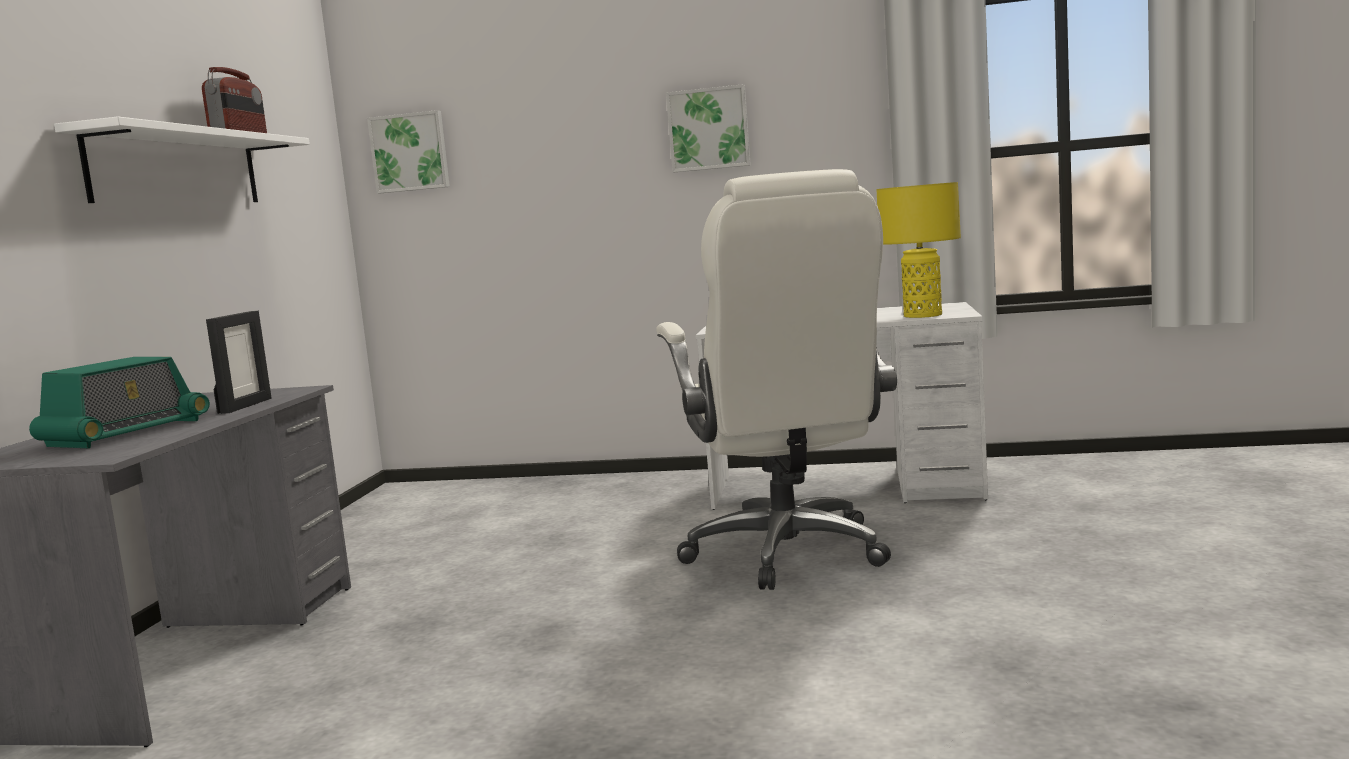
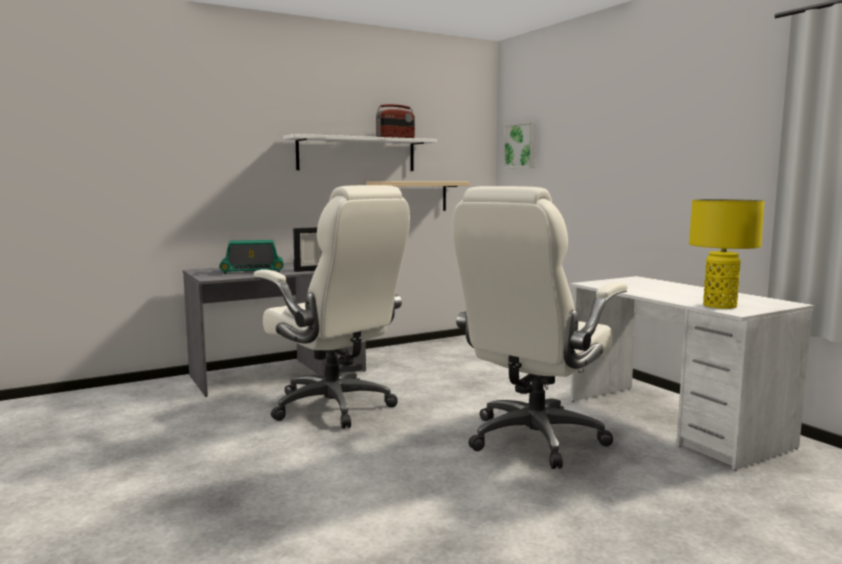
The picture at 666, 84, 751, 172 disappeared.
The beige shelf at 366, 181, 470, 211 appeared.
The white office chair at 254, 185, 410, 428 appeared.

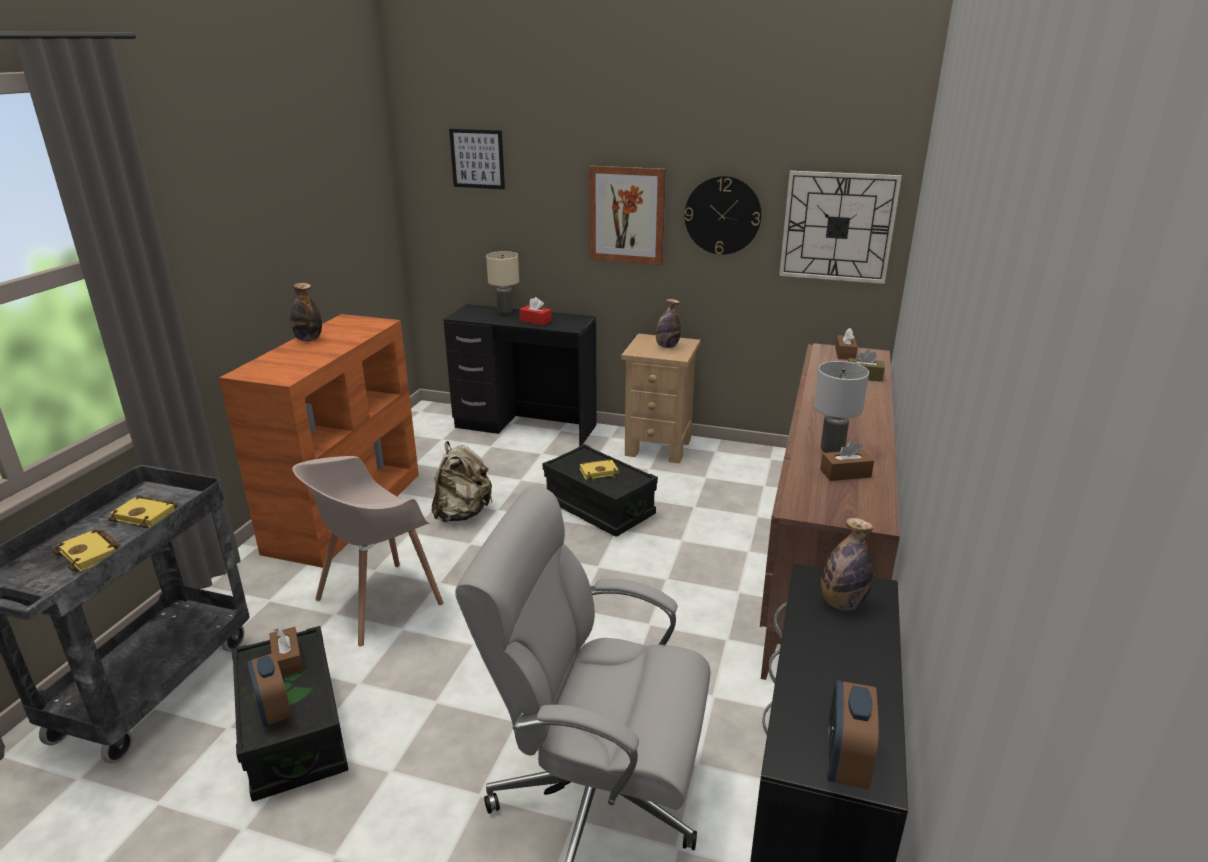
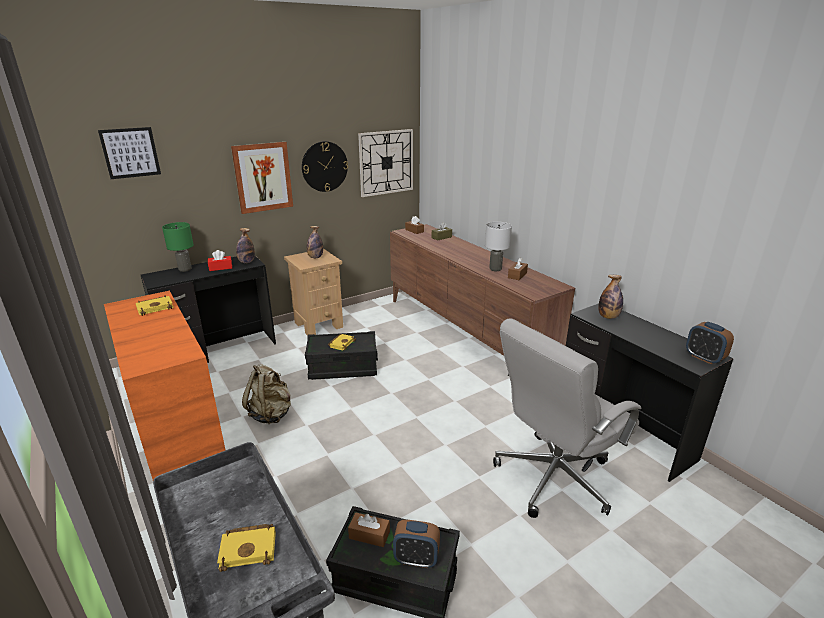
The beige table lamp at 486, 251, 519, 314 became the green table lamp at 162, 222, 194, 272.
The bottle moved from 290, 283, 322, 341 to 236, 228, 255, 263.
The beige chair at 292, 456, 444, 646 disappeared.
The yellow book moved from 108, 496, 178, 529 to 136, 295, 174, 316.

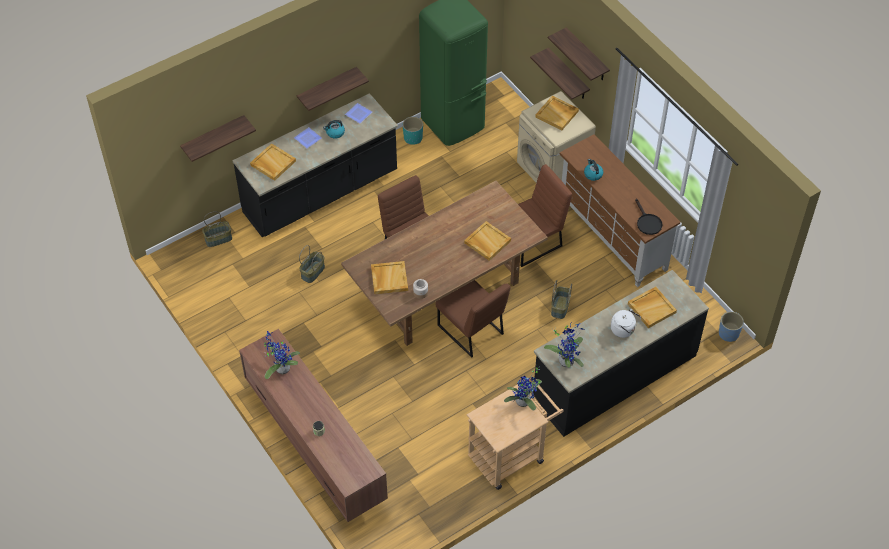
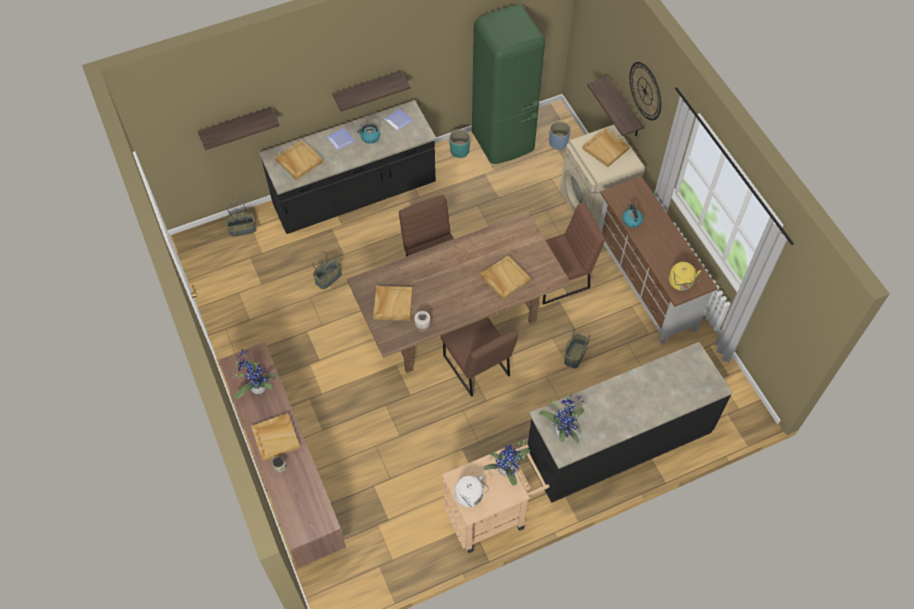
The shelf at 548, 27, 610, 81 was replaced by the wall clock at 630, 62, 661, 120.
The black frying pan at 635, 199, 662, 235 was replaced by the yellow kettle at 669, 262, 701, 291.
The beige tray moved from 628, 287, 677, 328 to 251, 413, 300, 462.
The white kettle moved from 611, 309, 641, 338 to 455, 475, 489, 507.
The blue planter moved from 719, 312, 744, 342 to 549, 121, 571, 150.

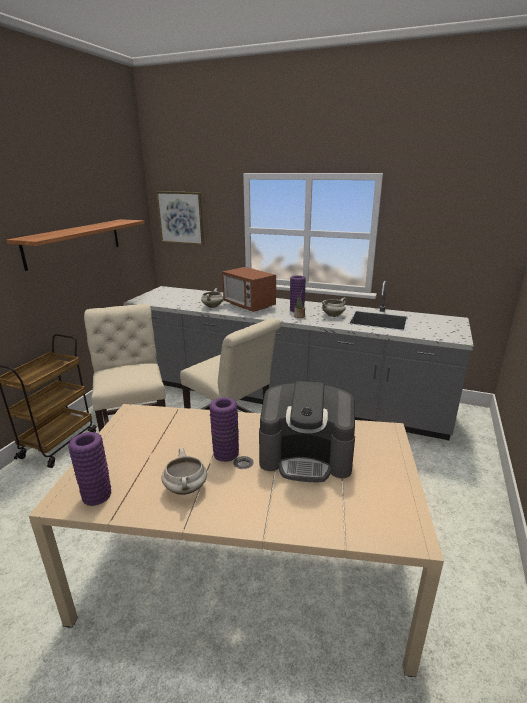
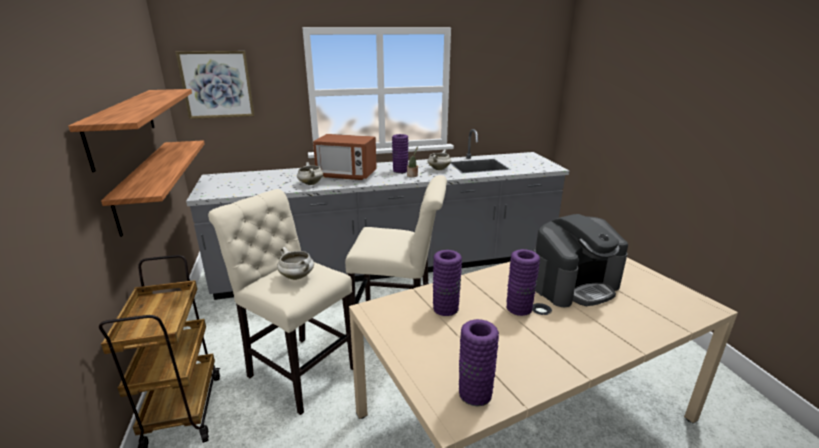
The white cooking pot moved from 162, 448, 207, 495 to 277, 247, 314, 280.
The shelf at 101, 140, 205, 237 appeared.
The purple vase at 433, 250, 462, 316 appeared.

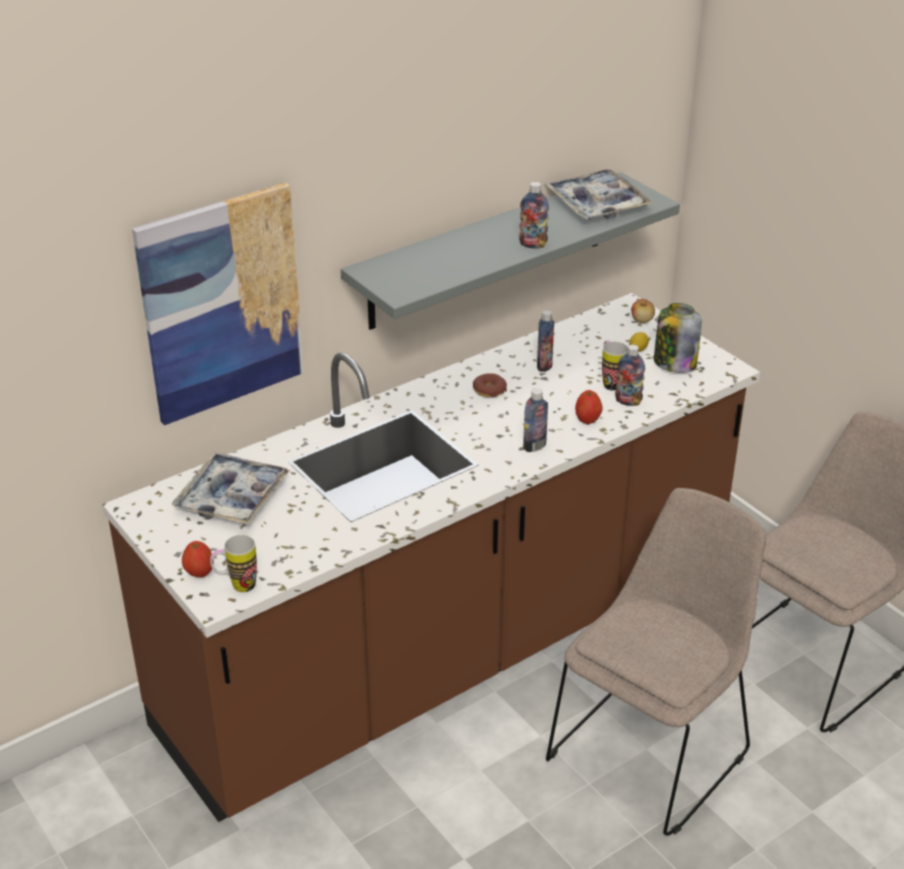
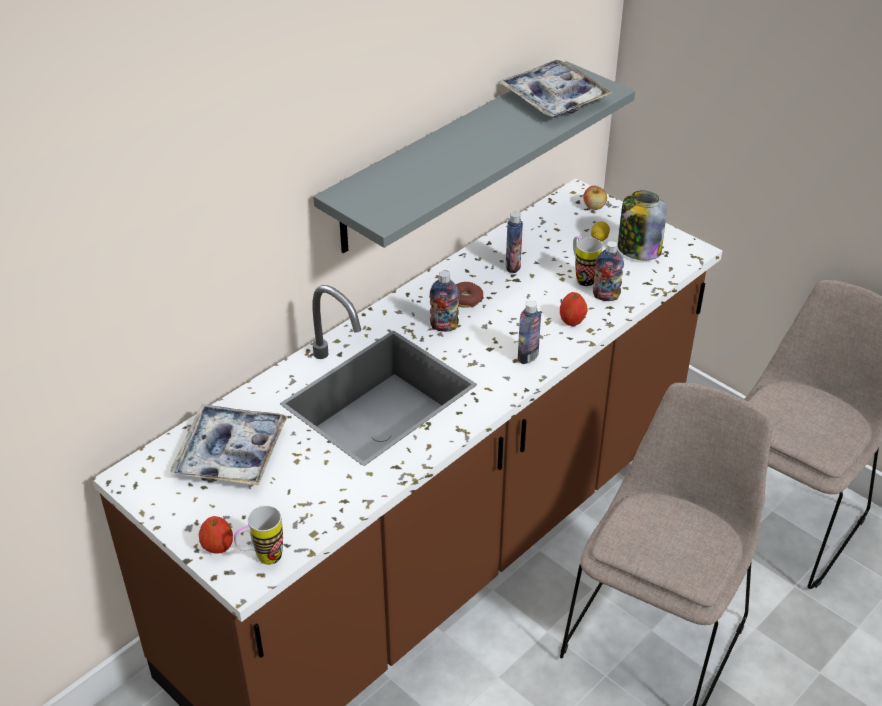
The picture at 132, 182, 304, 425 disappeared.
The bottle moved from 519, 182, 549, 249 to 430, 271, 459, 332.

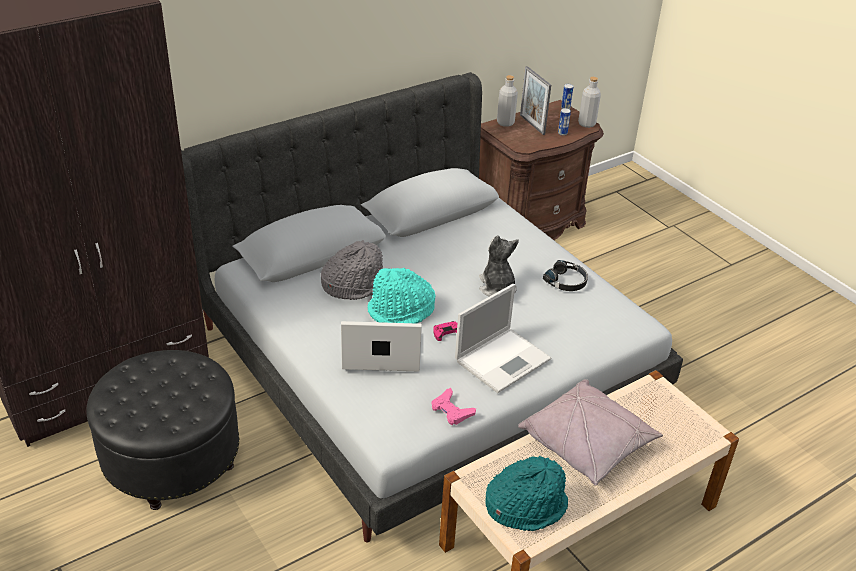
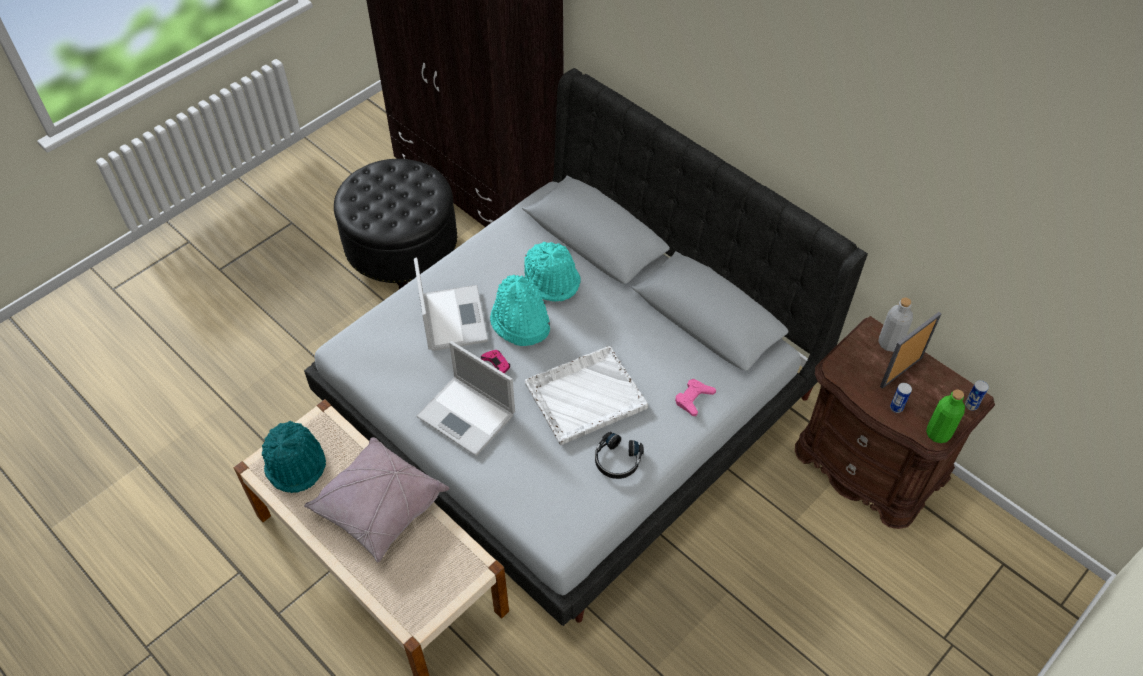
The grey bottle at 578, 77, 601, 128 became the green bottle at 926, 389, 965, 443.
The plush toy at 479, 235, 519, 297 was replaced by the white tray at 525, 346, 648, 445.
The grey hat at 321, 240, 383, 300 became the turquoise hat at 524, 242, 581, 302.
The pink game controller moved from 431, 388, 476, 425 to 675, 379, 716, 416.

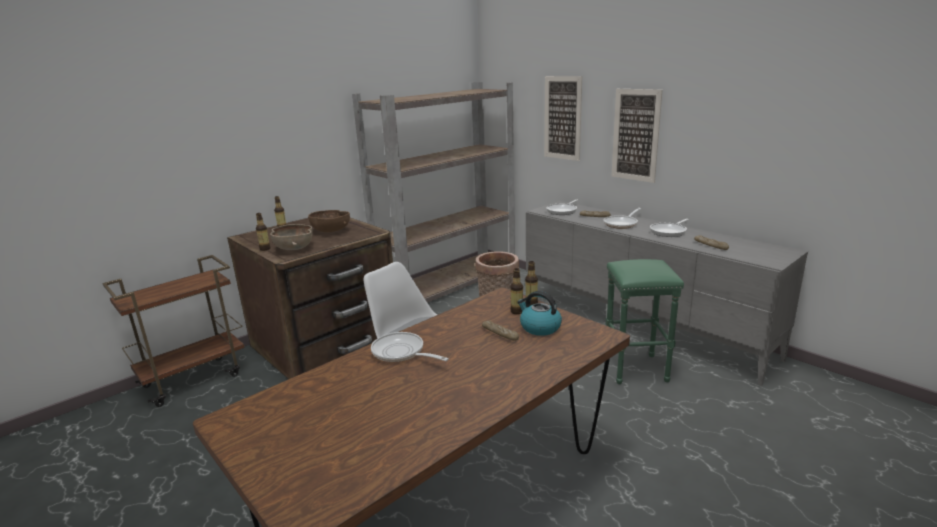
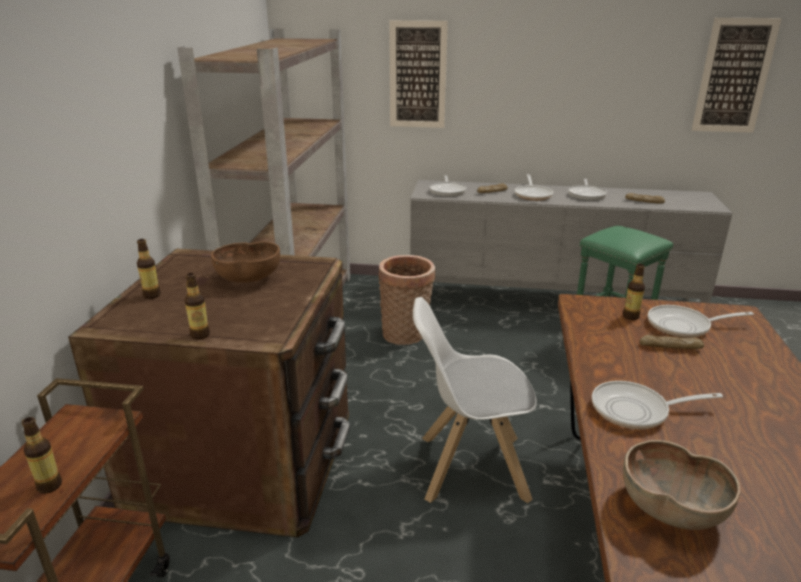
The picture moved from 612, 89, 663, 183 to 692, 18, 782, 133.
The brown bowl moved from 270, 224, 313, 250 to 623, 440, 741, 530.
The bottle moved from 525, 261, 538, 305 to 22, 417, 62, 494.
The kettle at 517, 291, 562, 336 was replaced by the frying pan at 648, 305, 754, 338.

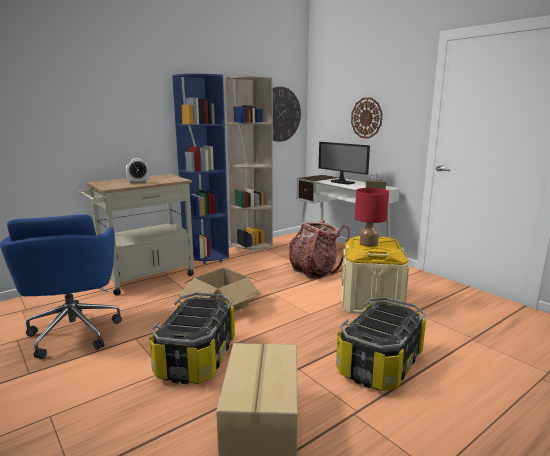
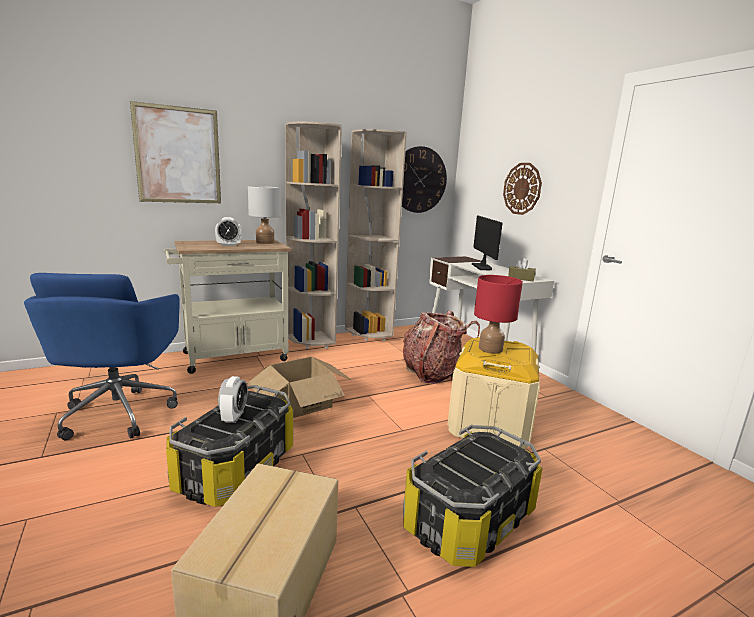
The blue bookcase at 172, 74, 229, 264 became the beige bookcase at 285, 122, 342, 349.
The monitor at 319, 142, 370, 184 turned 150 degrees counterclockwise.
The picture at 130, 101, 221, 203 appeared.
The grey table lamp at 248, 186, 281, 244 appeared.
The alarm clock at 218, 376, 248, 423 appeared.

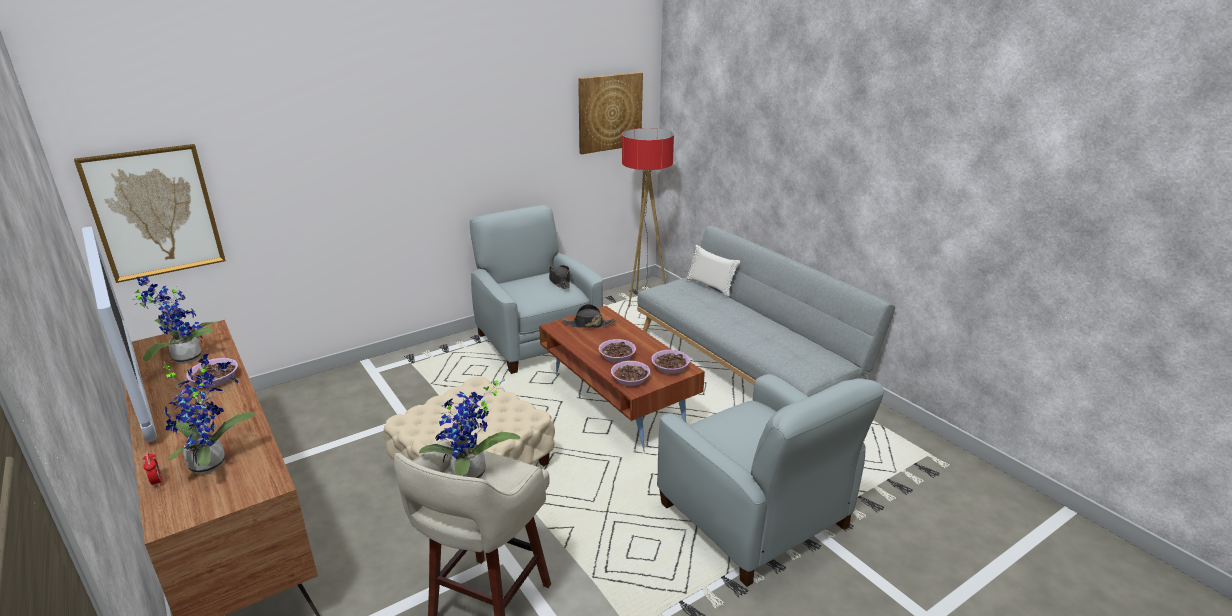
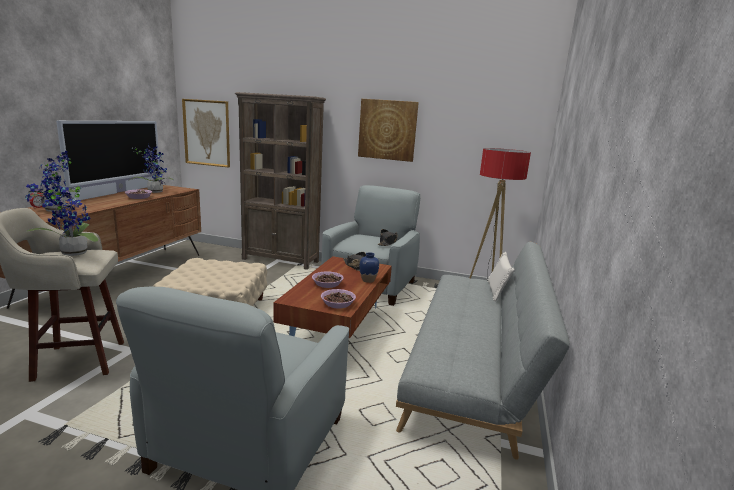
The picture moved from 578, 72, 643, 154 to 358, 99, 419, 162.
The bowl at 611, 361, 650, 386 disappeared.
The brown bookcase at 235, 92, 326, 270 appeared.
The blue vase at 360, 252, 379, 283 appeared.

